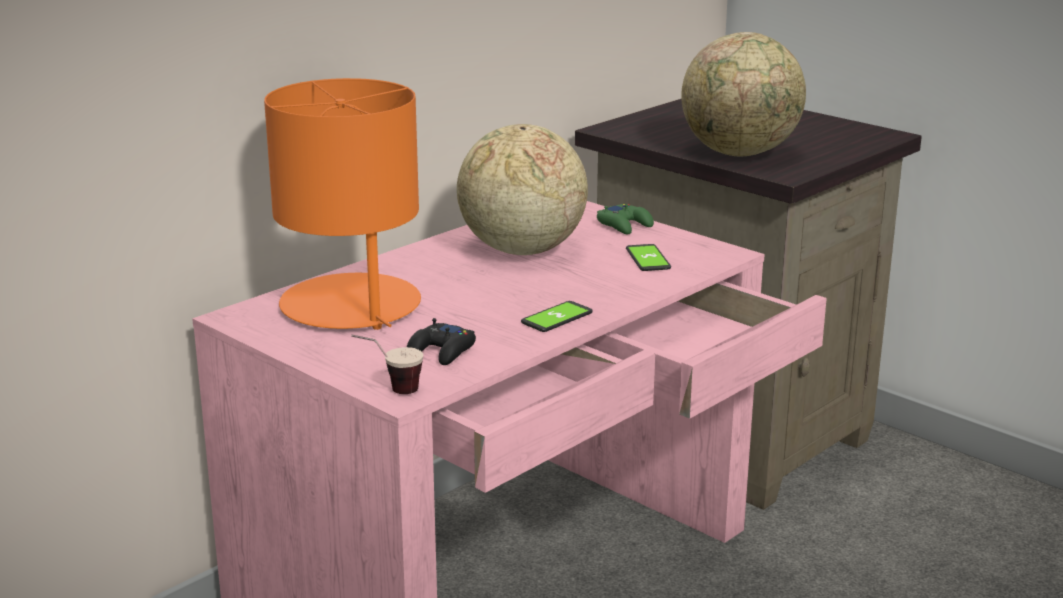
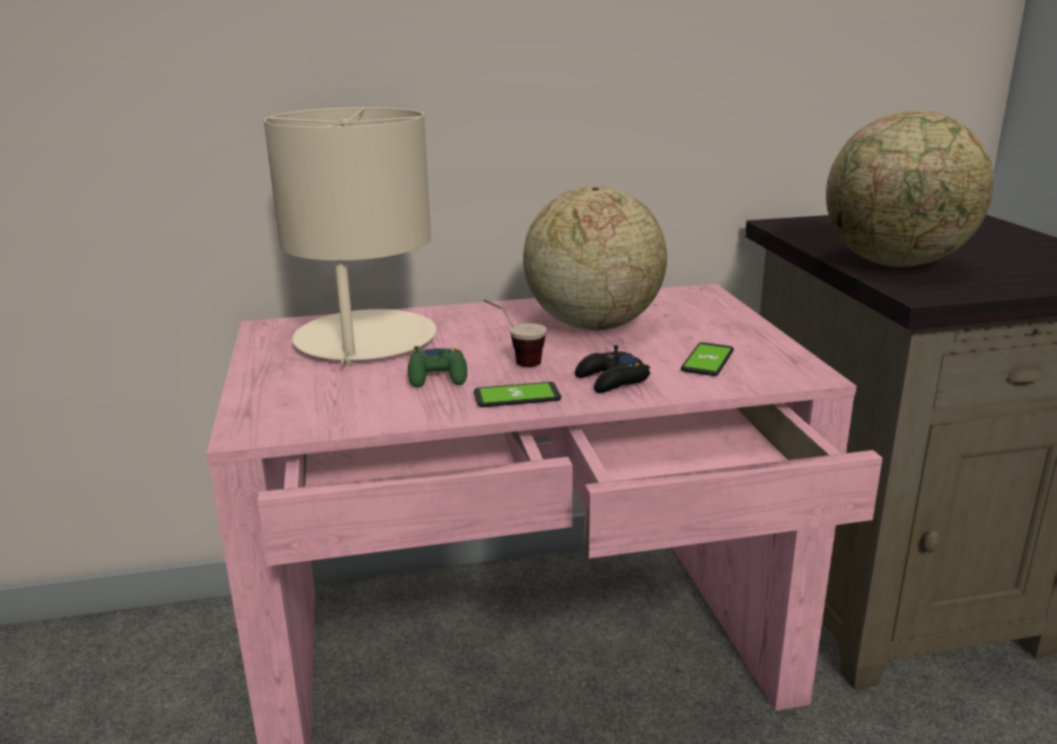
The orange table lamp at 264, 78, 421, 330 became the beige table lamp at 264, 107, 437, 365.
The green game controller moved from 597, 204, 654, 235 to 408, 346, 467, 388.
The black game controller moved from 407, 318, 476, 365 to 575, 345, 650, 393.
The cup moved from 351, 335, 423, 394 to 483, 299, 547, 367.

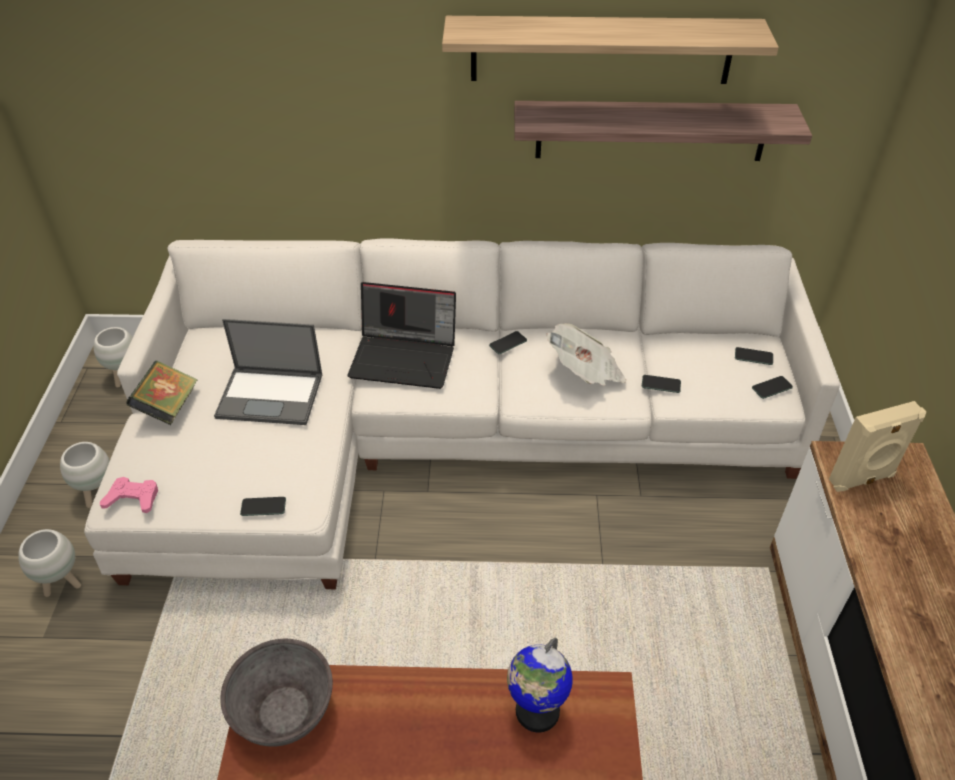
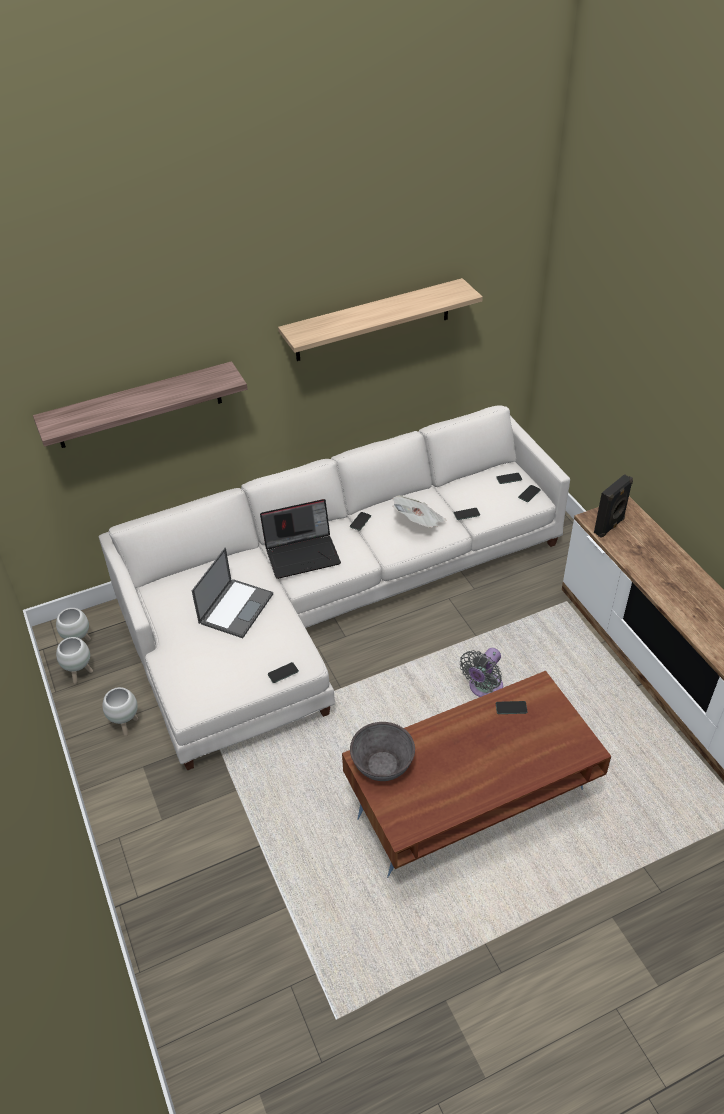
The shelf moved from 514, 101, 812, 161 to 33, 361, 247, 448.
The laptop at 214, 319, 322, 425 turned 45 degrees counterclockwise.
The book at 126, 360, 198, 425 disappeared.
The beige speaker at 829, 401, 926, 492 became the black speaker at 594, 474, 633, 538.
The pink game controller at 100, 477, 158, 513 disappeared.
The white planter moved from 18, 529, 81, 597 to 56, 637, 93, 684.
The globe at 507, 638, 573, 733 was replaced by the phone at 496, 701, 527, 714.
The grey fan at 460, 648, 503, 697 appeared.

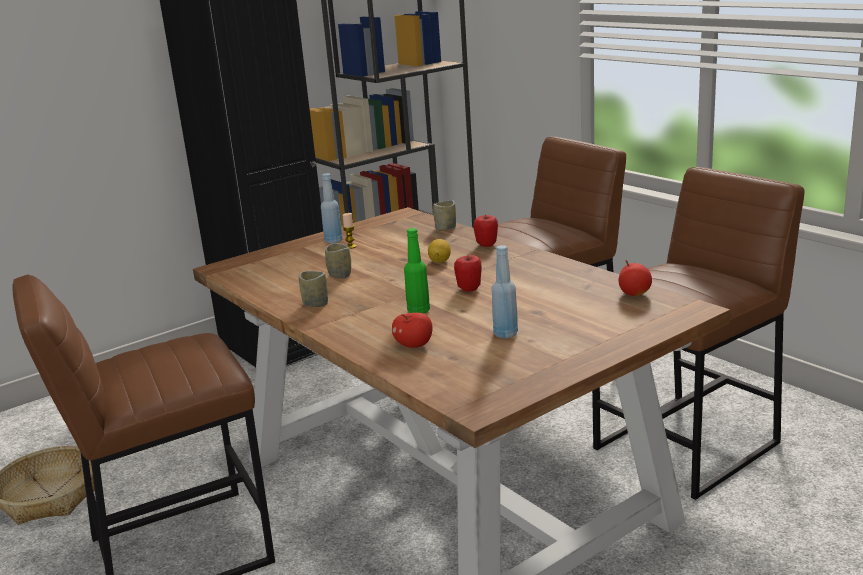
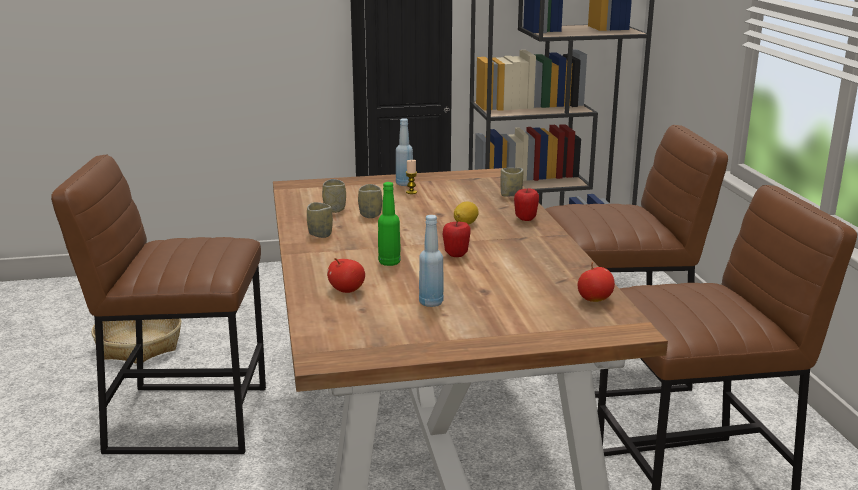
The cup at 322, 179, 346, 213 appeared.

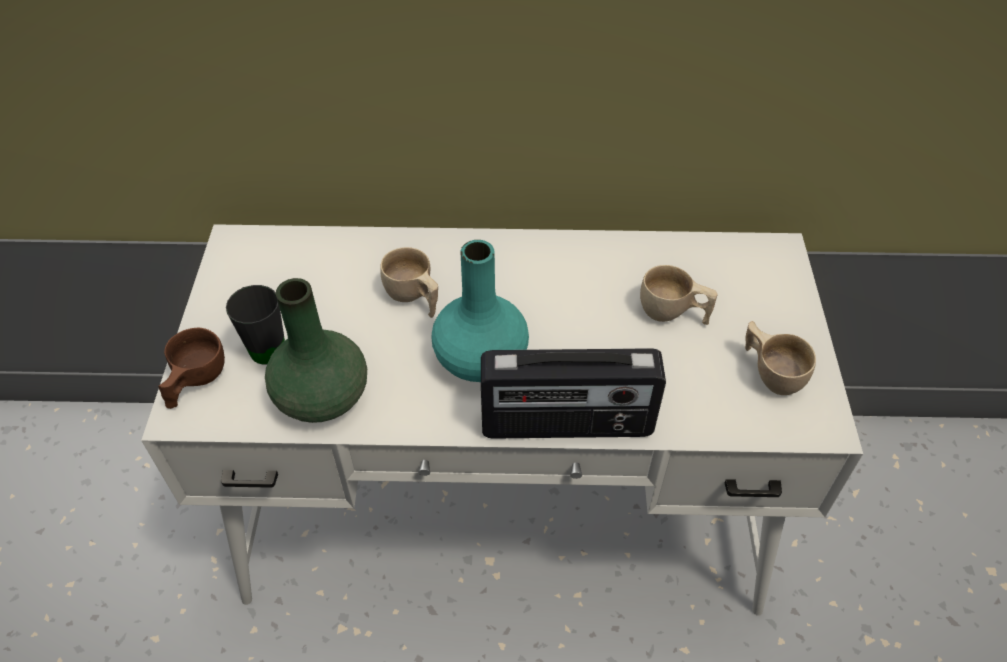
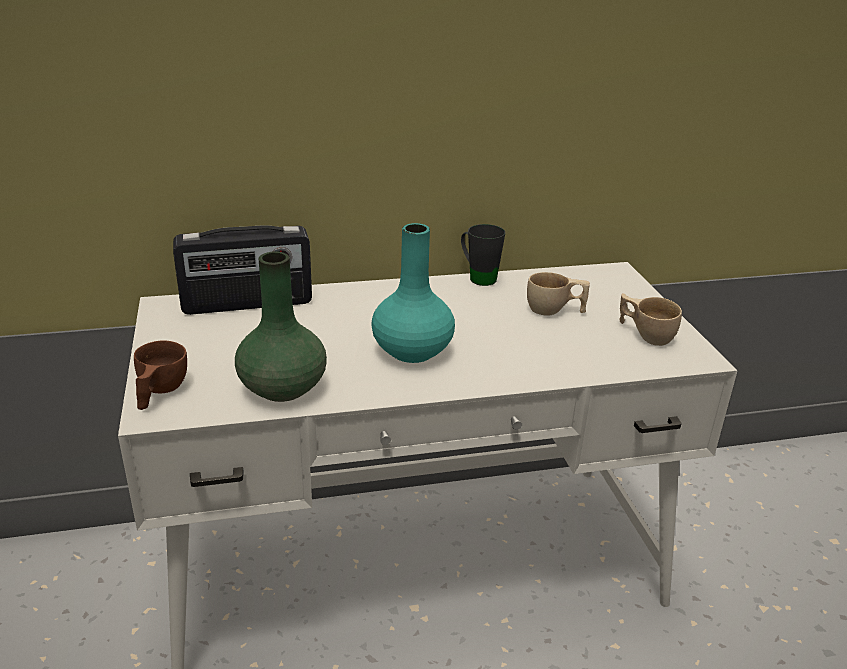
The beige cup at 380, 247, 438, 318 disappeared.
The black mug moved from 226, 285, 285, 364 to 461, 224, 505, 286.
The radio moved from 481, 348, 666, 439 to 173, 225, 312, 315.

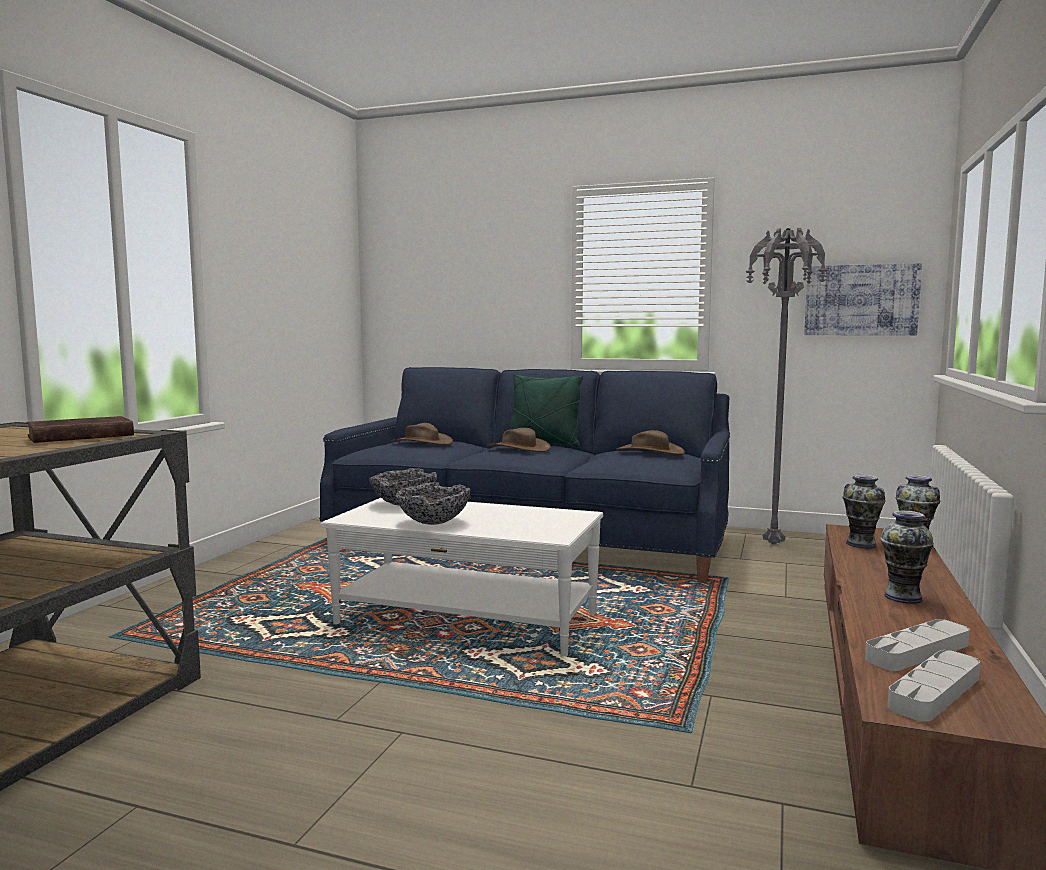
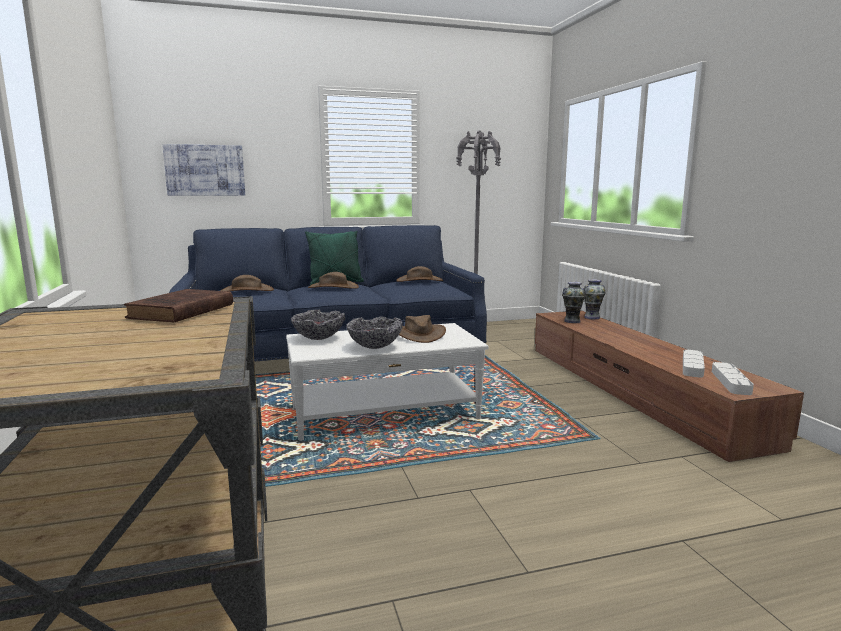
The picture moved from 804, 263, 922, 336 to 162, 144, 245, 196.
The vase at 880, 511, 934, 604 disappeared.
The brown hat at 399, 315, 446, 343 appeared.

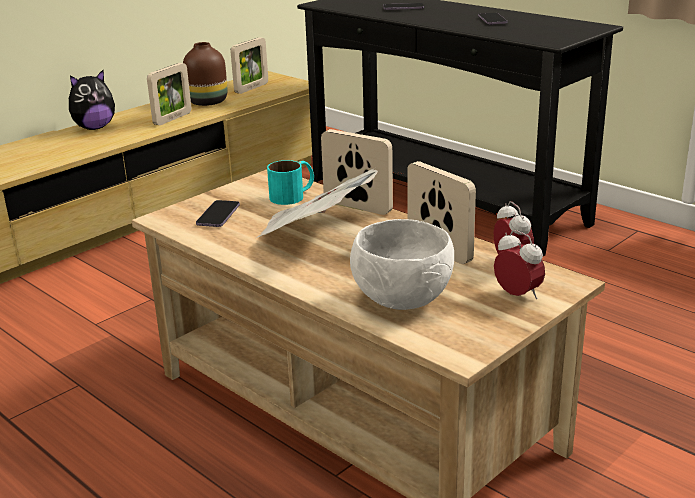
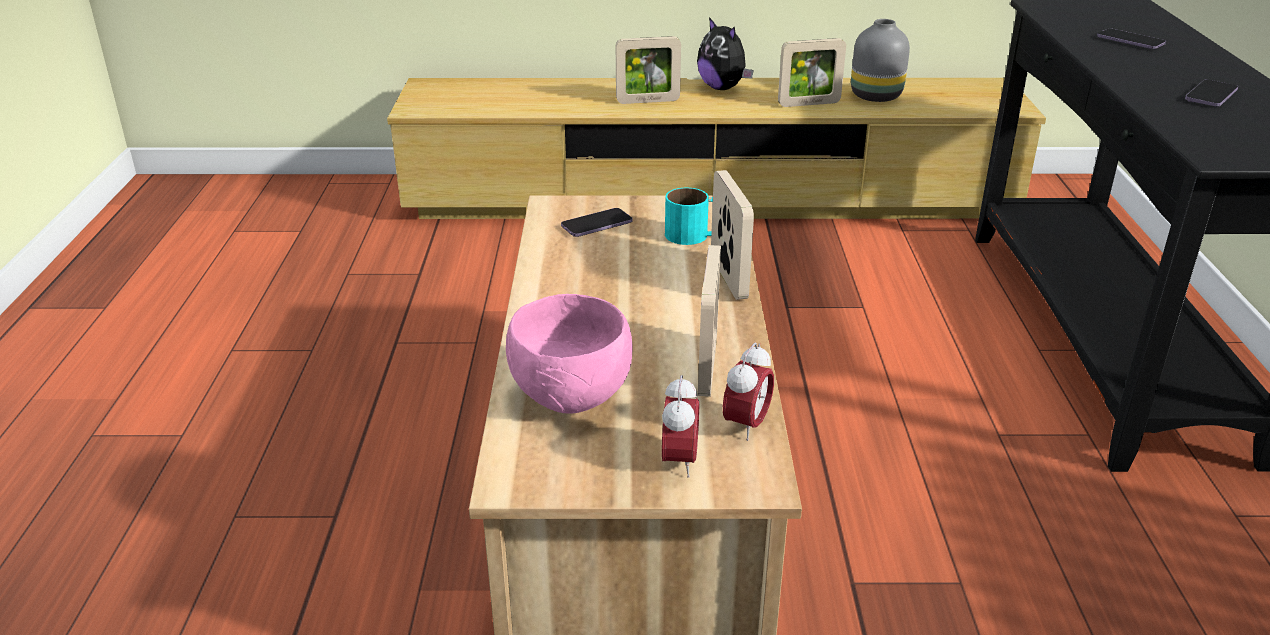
The picture frame moved from 230, 37, 268, 94 to 616, 36, 681, 104.
The brown vase at 183, 42, 227, 106 became the grey vase at 851, 19, 910, 102.
The plush toy at 69, 70, 115, 130 turned 45 degrees clockwise.
The newspaper at 256, 168, 378, 238 disappeared.
The white bowl at 350, 219, 454, 310 became the pink bowl at 506, 294, 633, 413.

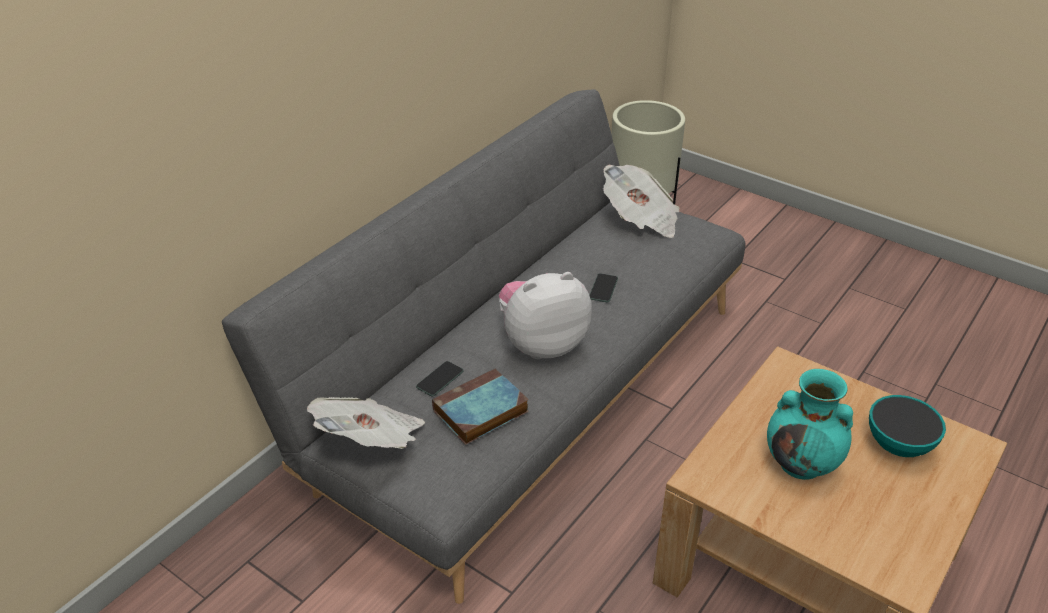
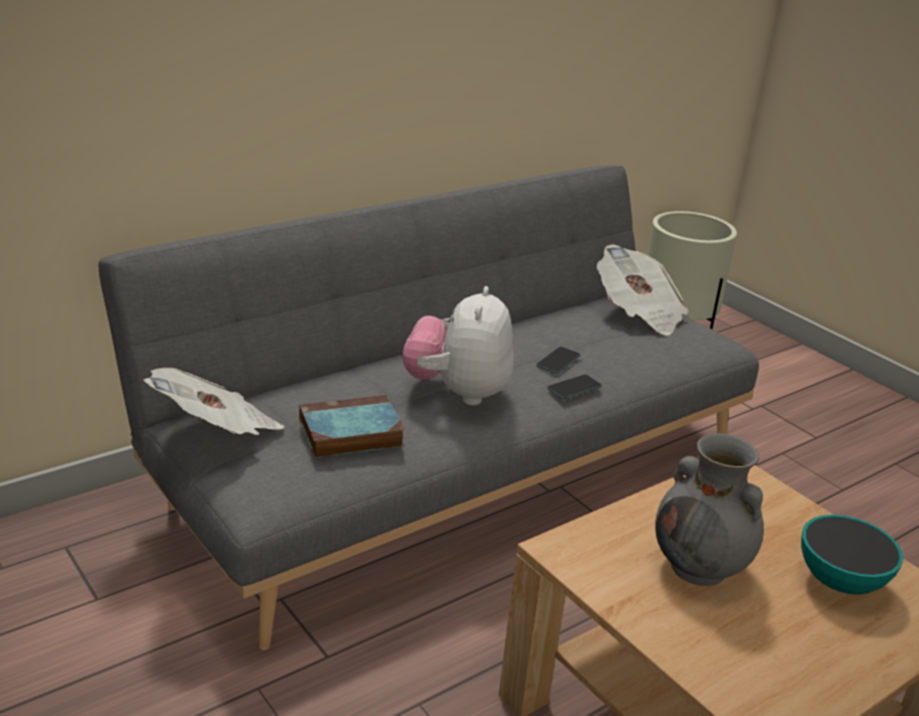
The plush toy at 499, 272, 592, 359 turned 75 degrees counterclockwise.
The phone moved from 416, 361, 464, 396 to 547, 375, 602, 399.
The turquoise vase at 767, 369, 853, 480 became the grey vase at 655, 433, 764, 586.

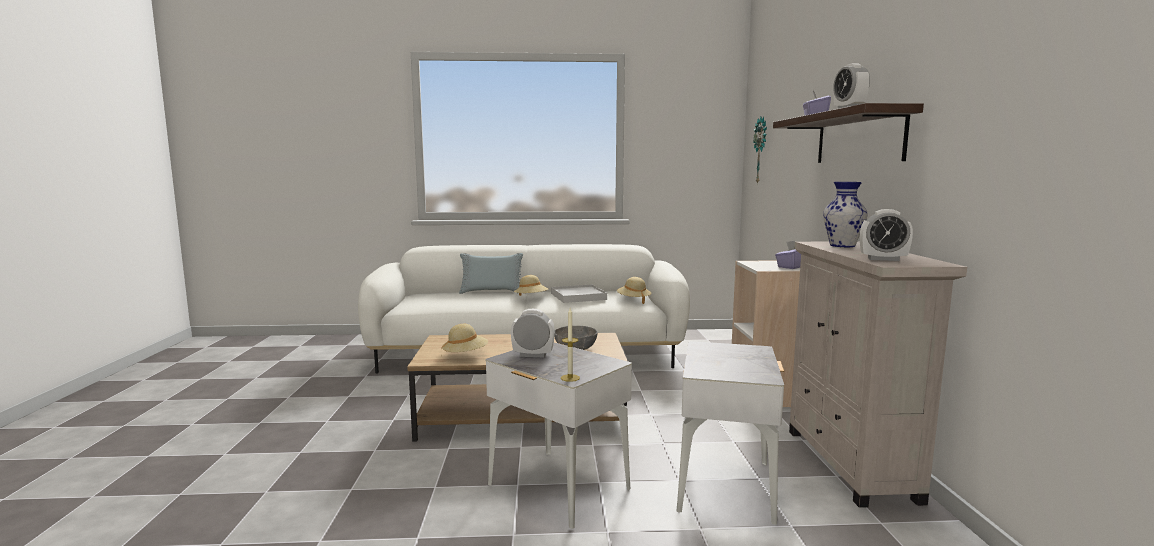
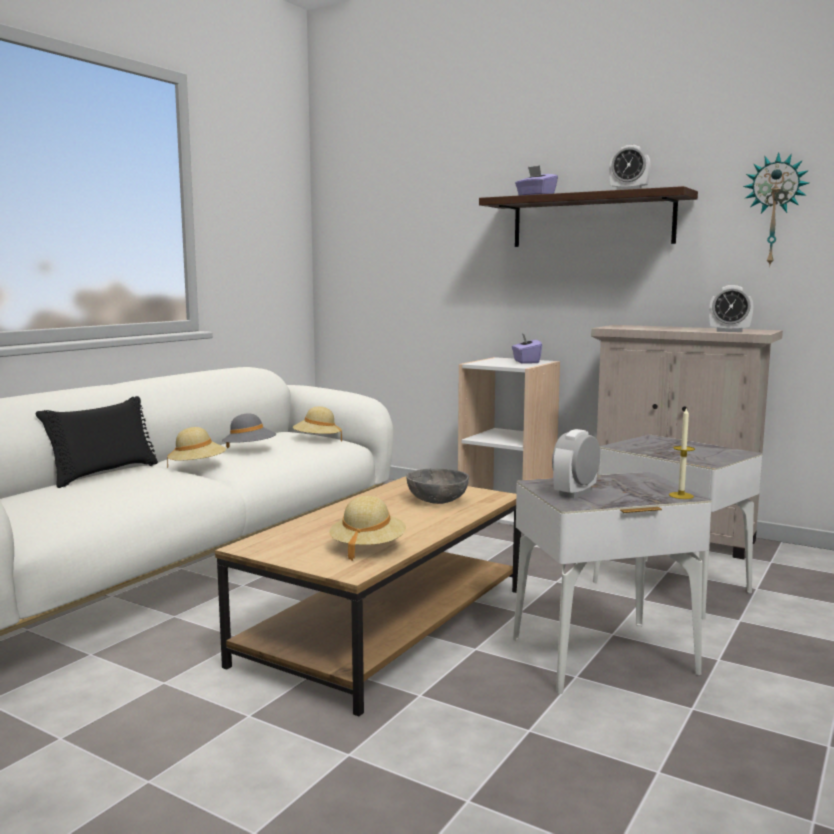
The wall clock moved from 753, 117, 767, 185 to 743, 152, 809, 267.
The vase at 823, 182, 867, 247 disappeared.
The alarm clock at 860, 209, 913, 261 turned 60 degrees clockwise.
The blue pillow at 459, 253, 523, 294 became the black pillow at 36, 396, 158, 488.
The white tray at 551, 284, 607, 303 was replaced by the grey hat at 222, 413, 276, 448.

